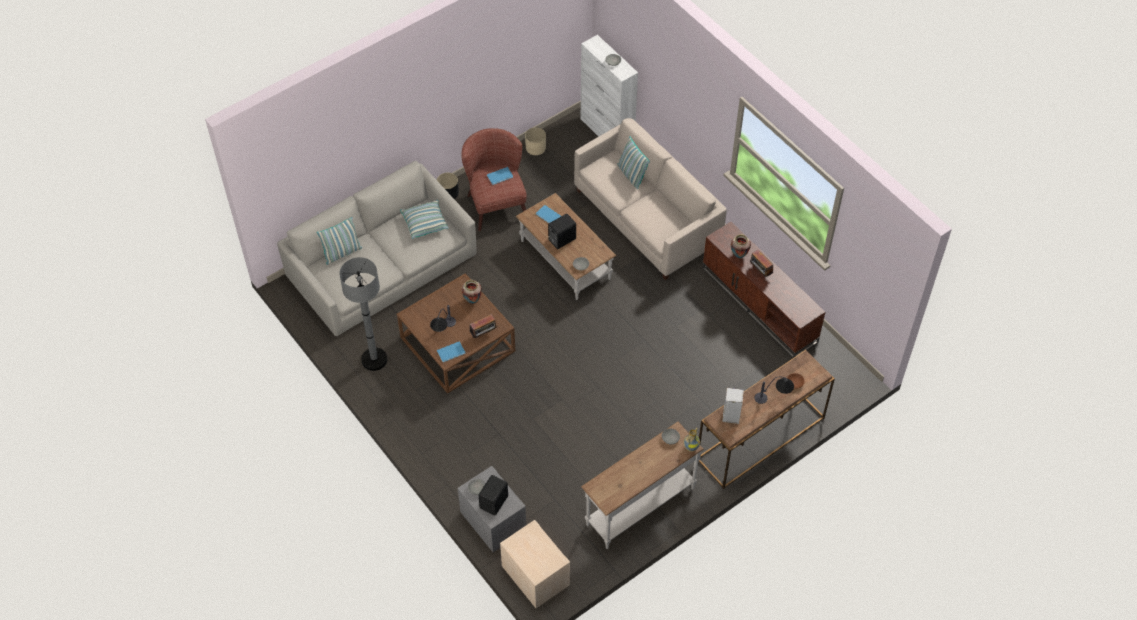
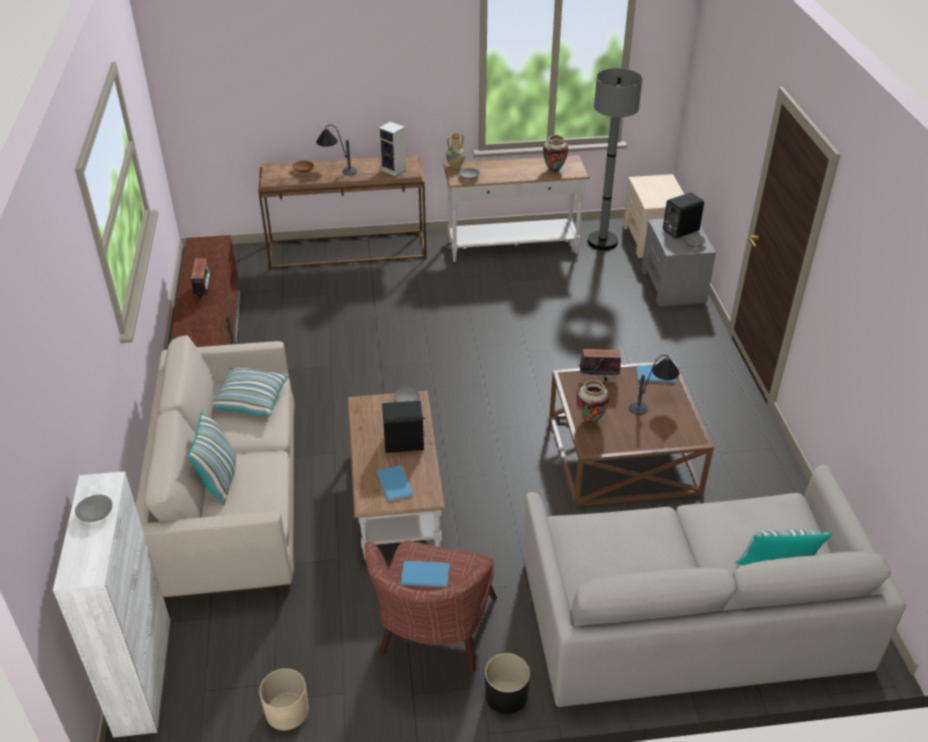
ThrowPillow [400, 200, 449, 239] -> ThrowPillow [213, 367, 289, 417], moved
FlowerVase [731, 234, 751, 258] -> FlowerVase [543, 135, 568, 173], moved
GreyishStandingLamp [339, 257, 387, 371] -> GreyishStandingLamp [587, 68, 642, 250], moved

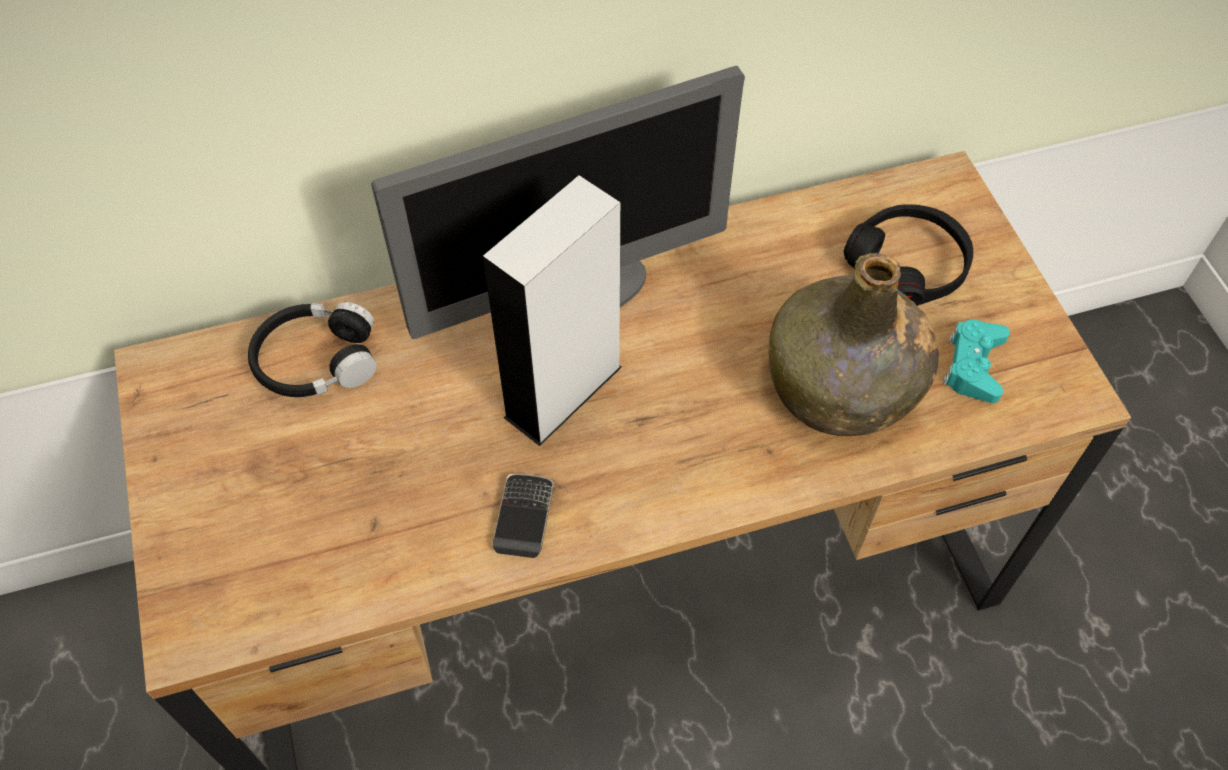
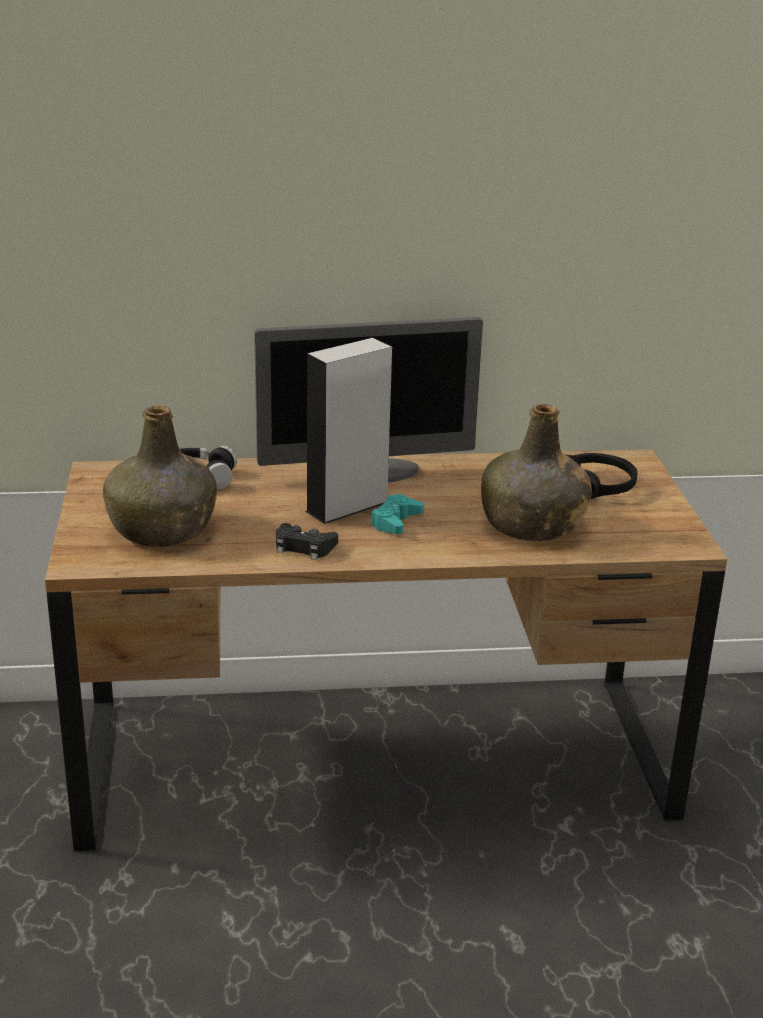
none -> GreenBottle [103, 405, 217, 547]
Phone [493, 473, 554, 558] -> BlackJoypad [276, 523, 338, 560]
TurquoiseColouredJoypad [943, 319, 1010, 403] -> TurquoiseColouredJoypad [370, 494, 424, 534], moved

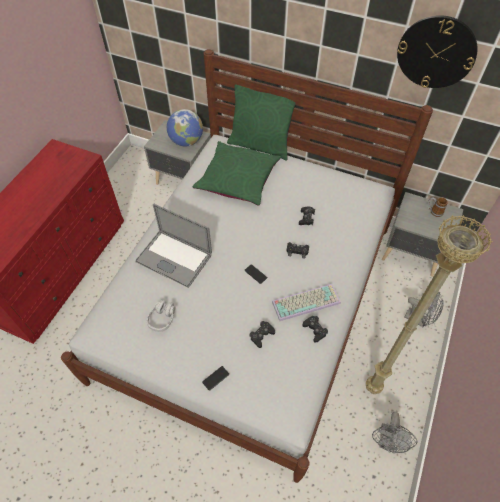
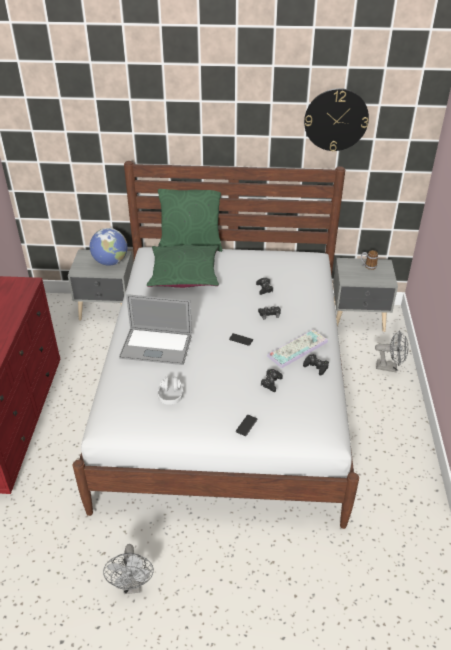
GreyishElectricFan [372, 412, 417, 453] -> GreyishElectricFan [103, 544, 154, 594], moved
SandColouredStandingLamp [366, 215, 493, 394] -> none

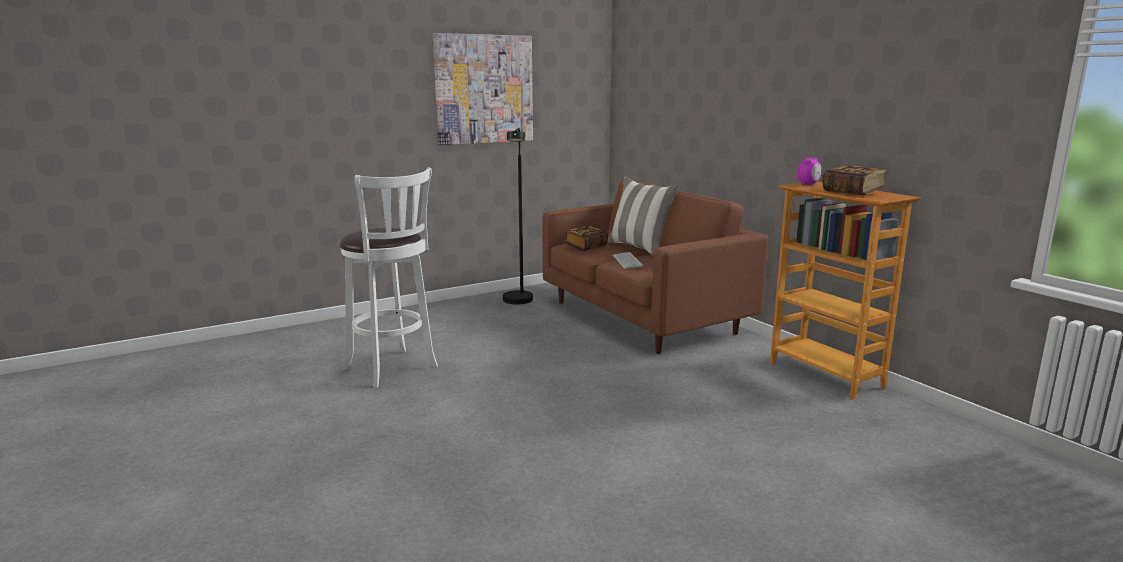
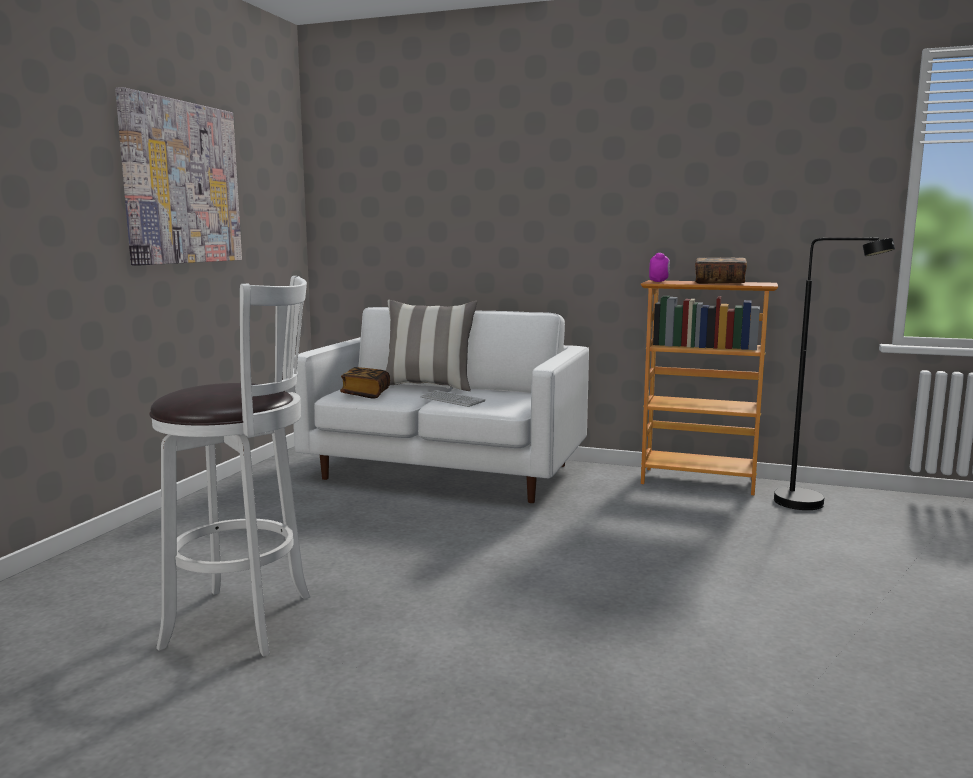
BrownishCouch [542, 181, 768, 354] -> WhitishCouch [293, 307, 589, 503]
BlackStandingLamp [503, 128, 533, 305] -> BlackStandingLamp [774, 238, 895, 510], moved

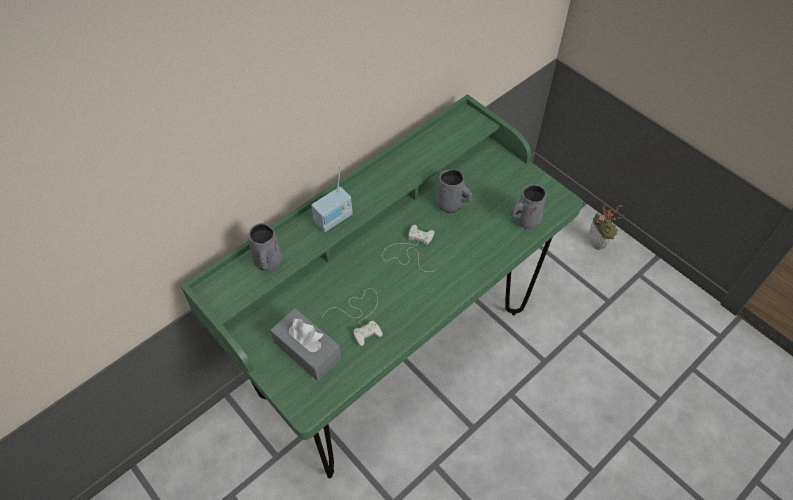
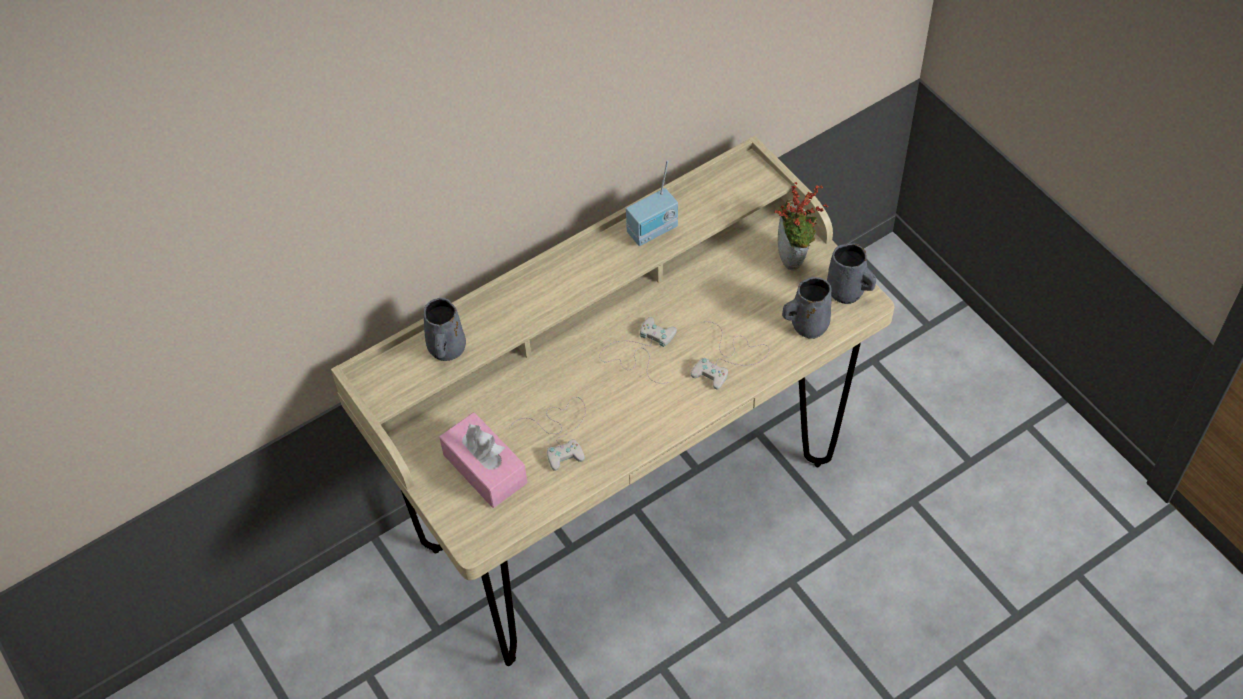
GreenDeskTable [180, 94, 583, 479] -> SandColouredDeskTable [331, 136, 894, 666]
GreyishTissueBox [270, 308, 342, 381] -> PinkTissueBox [439, 412, 527, 508]
RadioSet [311, 165, 353, 232] -> RadioSet [626, 160, 678, 246], moved
none -> WhitishJoypad [691, 321, 769, 389]
PlantInAPot [589, 204, 624, 250] -> PlantInAPot [774, 182, 828, 271], moved
GreyishMug [436, 169, 472, 213] -> GreyishMug [827, 243, 876, 304], moved

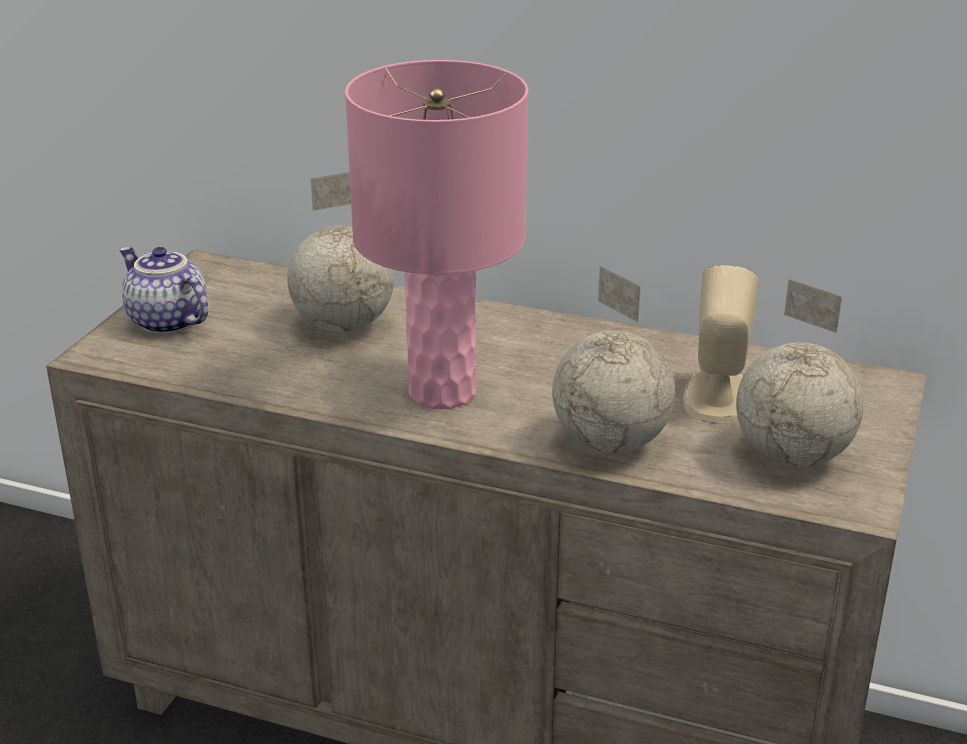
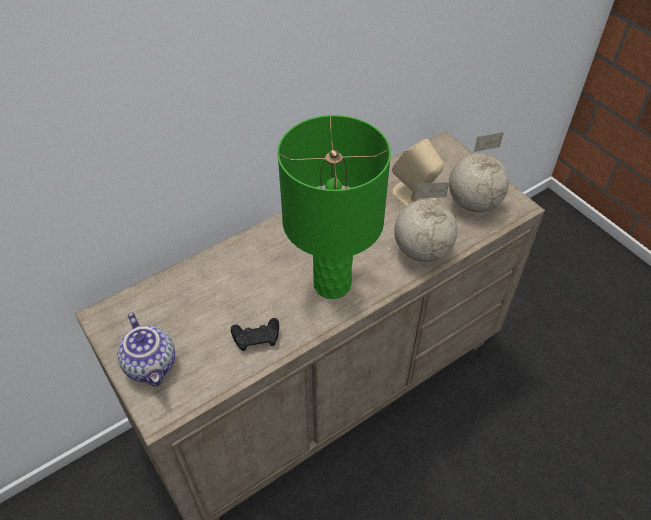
TeaPot [119, 246, 208, 334] -> TeaPot [117, 312, 175, 387], 105 degrees counterclockwise
none -> BlackJoypad [231, 318, 279, 351]
PinkTableLamp [345, 60, 528, 409] -> GreenTableLamp [277, 115, 391, 299]
WorldGlobe [287, 172, 394, 332] -> none

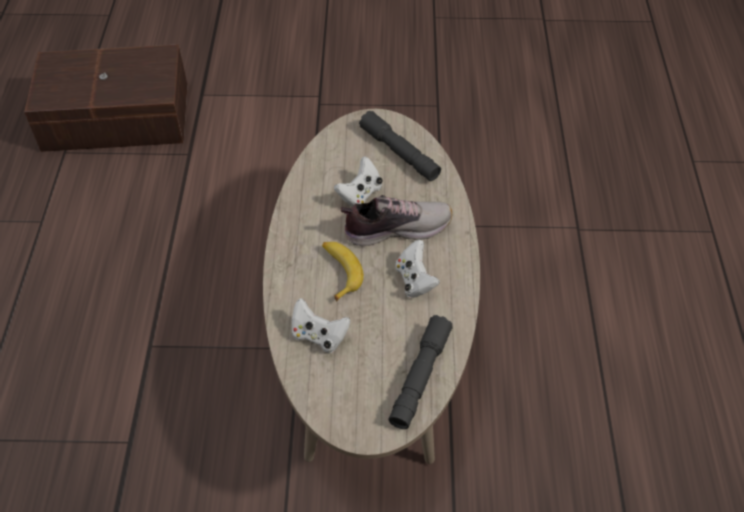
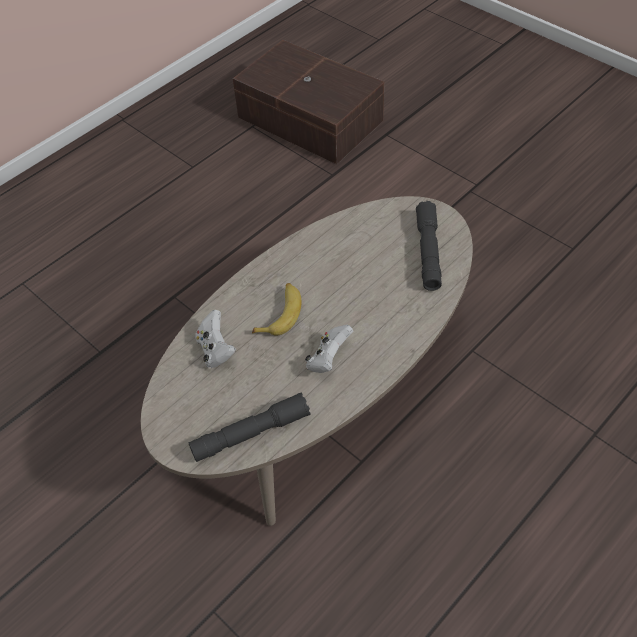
WhitishJoypad [334, 156, 383, 207] -> none
LowShoe [341, 195, 452, 246] -> none

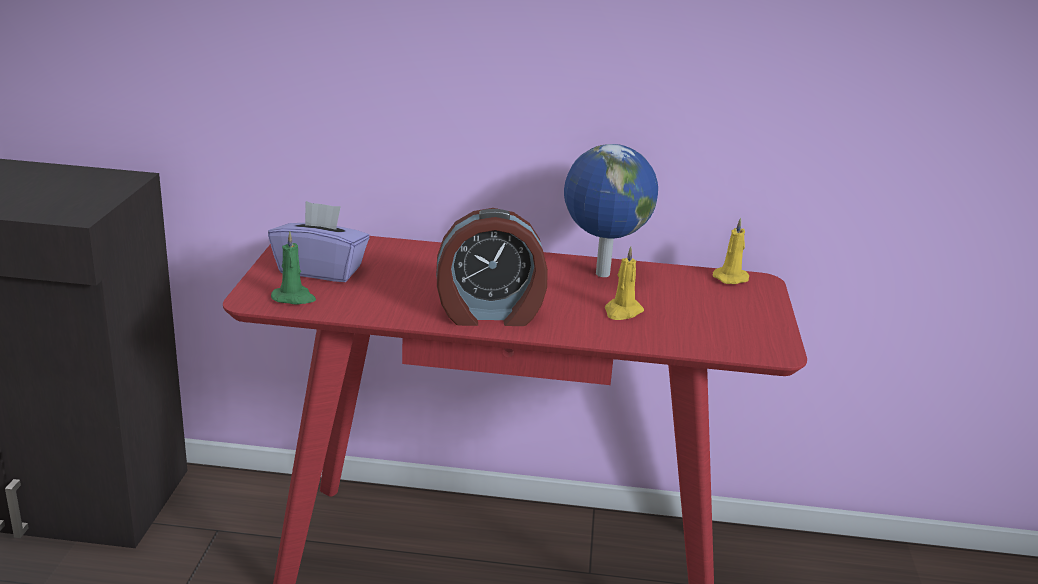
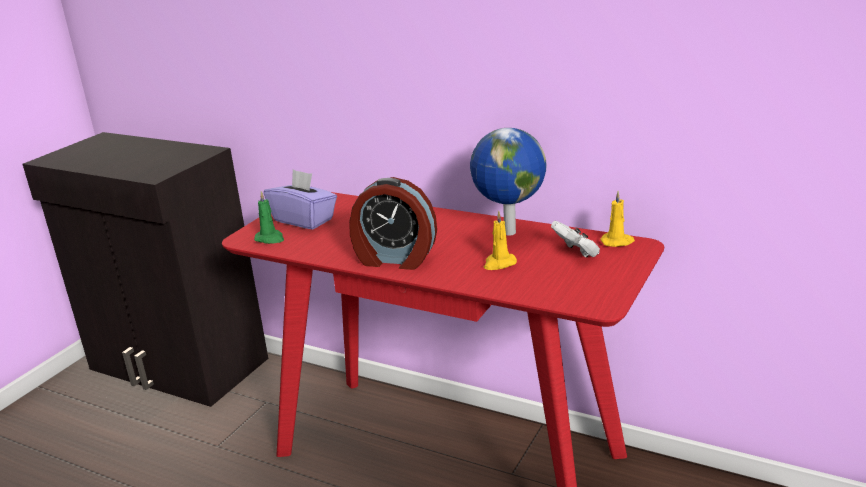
none -> WhitishJoypad [551, 221, 600, 258]

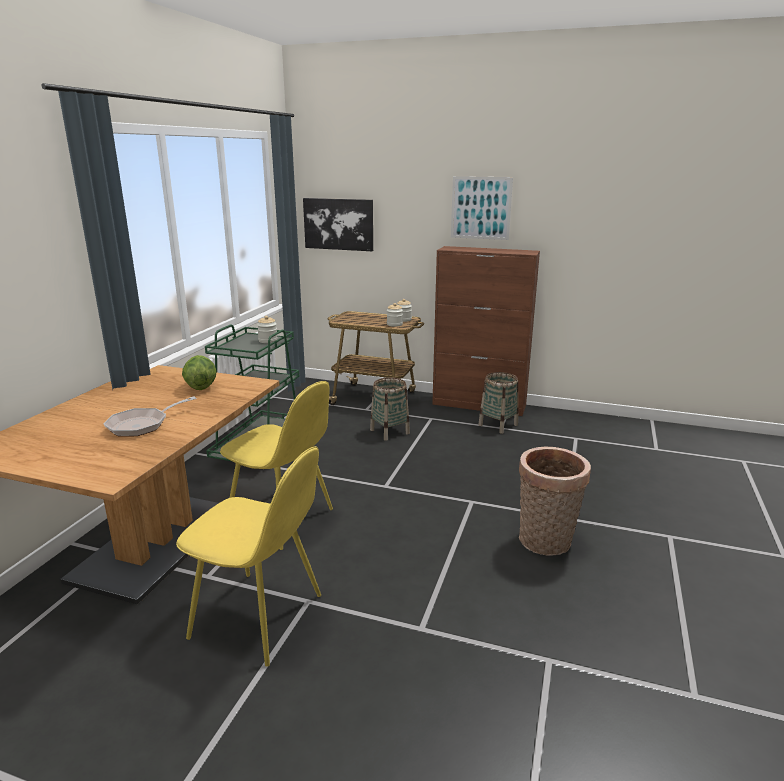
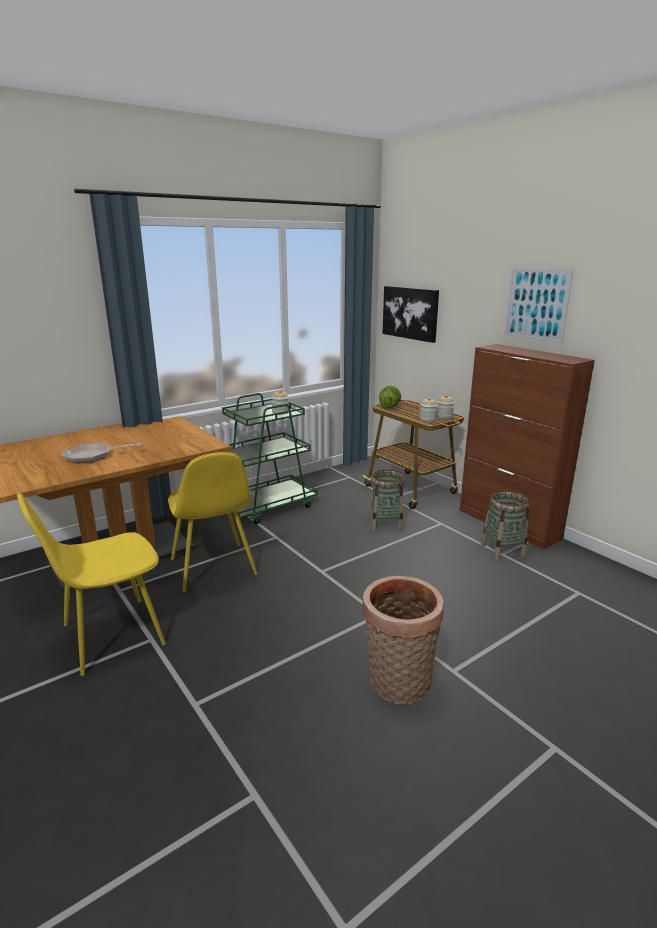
YellowColouredChair [176, 446, 321, 667] -> YellowColouredChair [17, 493, 166, 676], 90 degrees clockwise
HeadOfLettuce [182, 355, 217, 390] -> HeadOfLettuce [379, 386, 401, 408], moved

